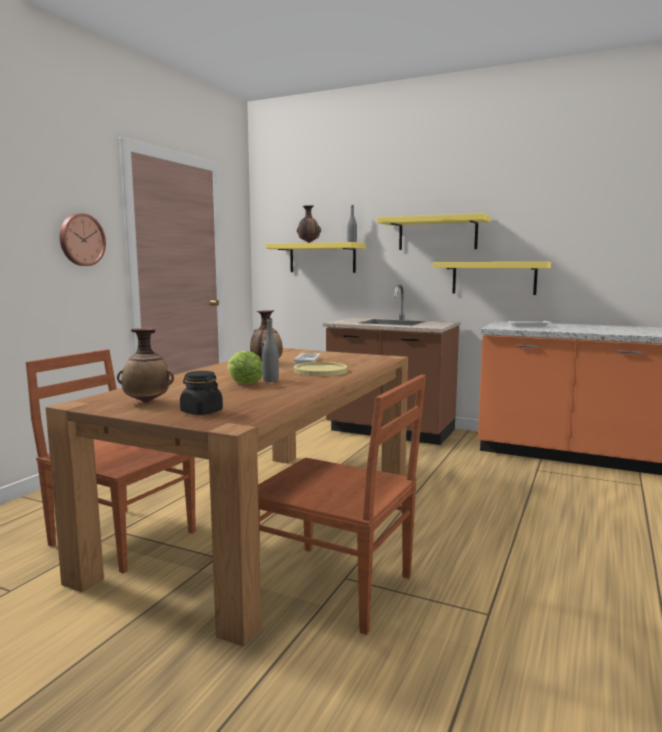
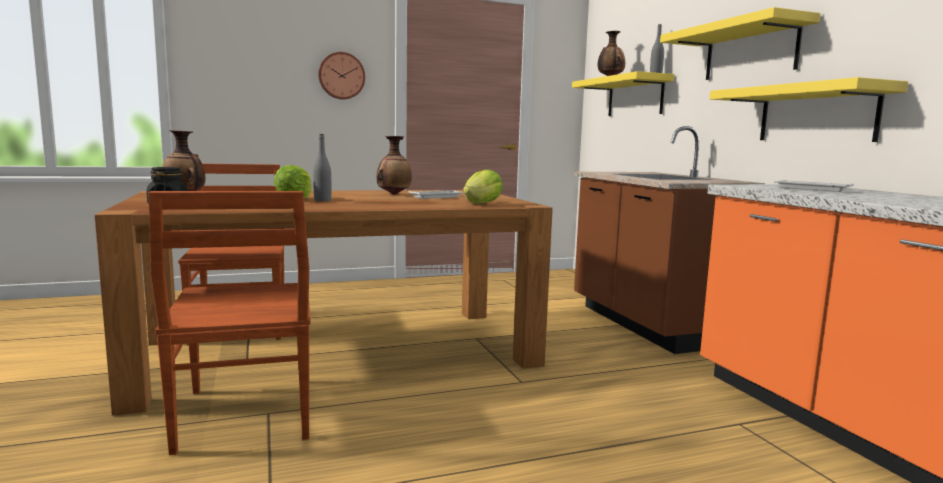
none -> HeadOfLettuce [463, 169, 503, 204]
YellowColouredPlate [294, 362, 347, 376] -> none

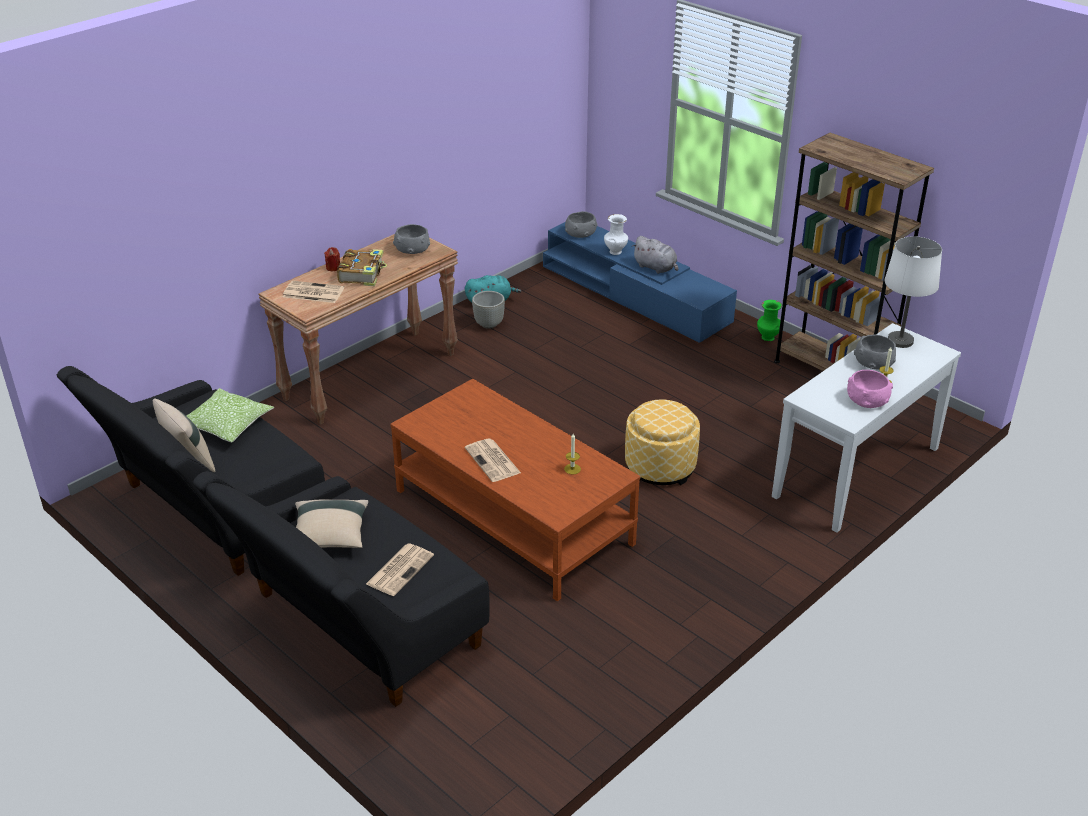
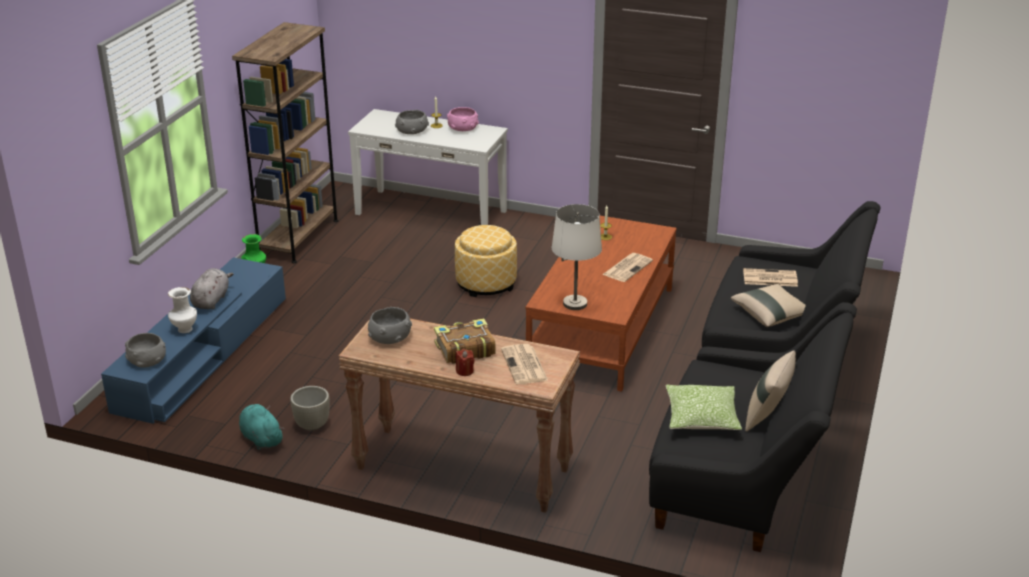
WhitishTableLamp [885, 236, 942, 348] -> WhitishTableLamp [552, 204, 602, 310], moved

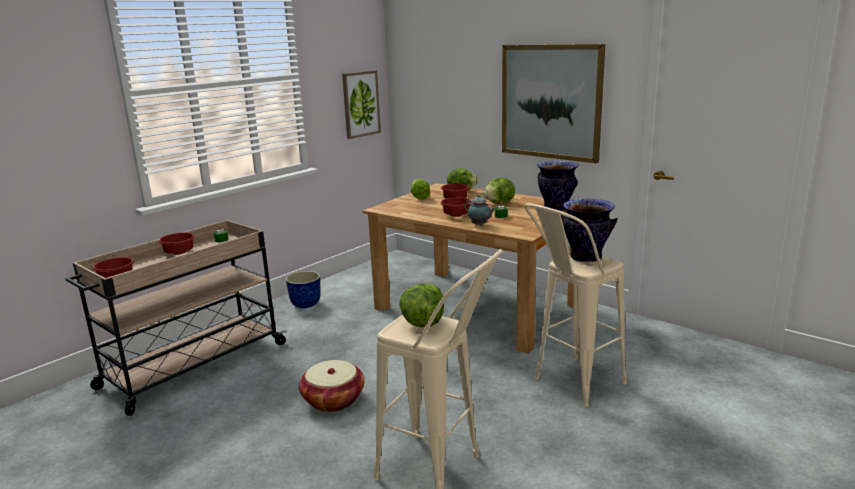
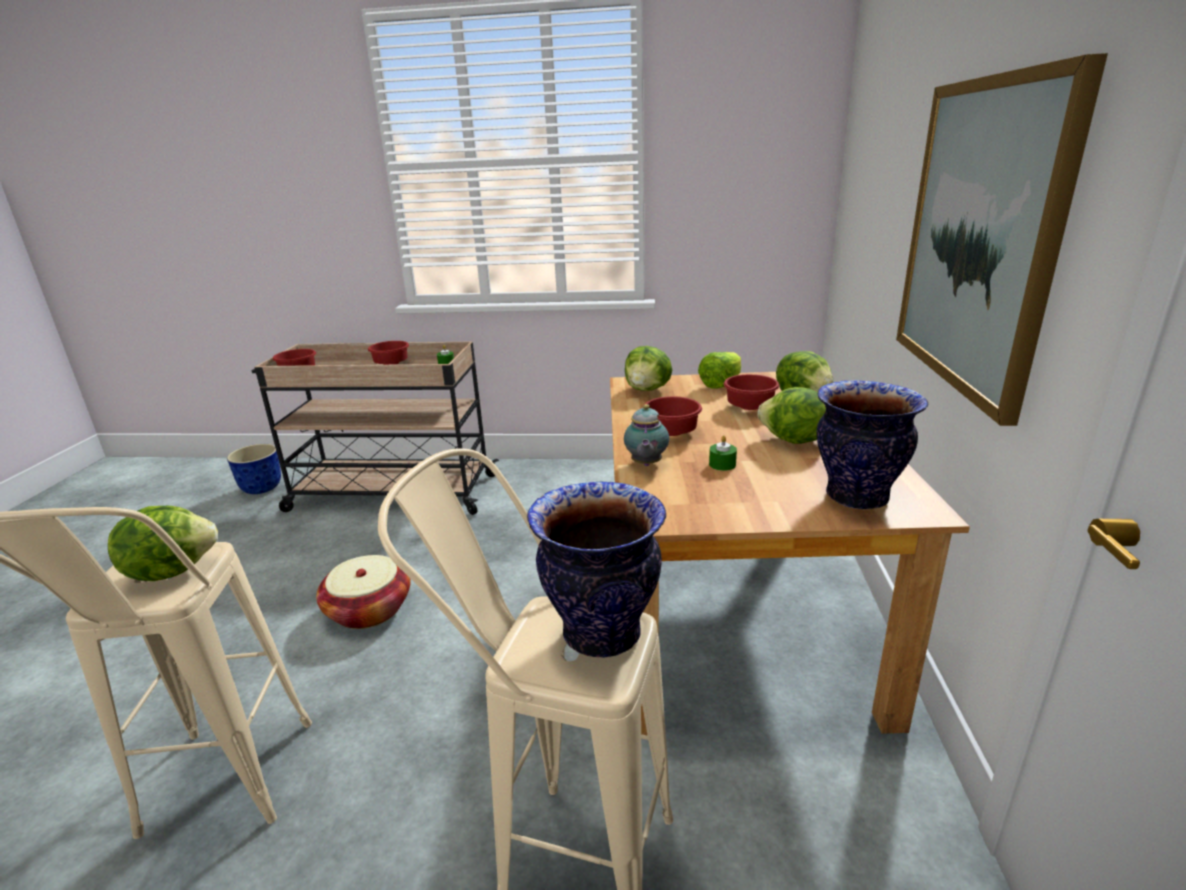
PlantPot [286, 271, 321, 308] -> PlantPot [227, 444, 281, 494], moved
none -> HeadOfLettuce [625, 346, 672, 391]
WallPicture [342, 70, 381, 139] -> none

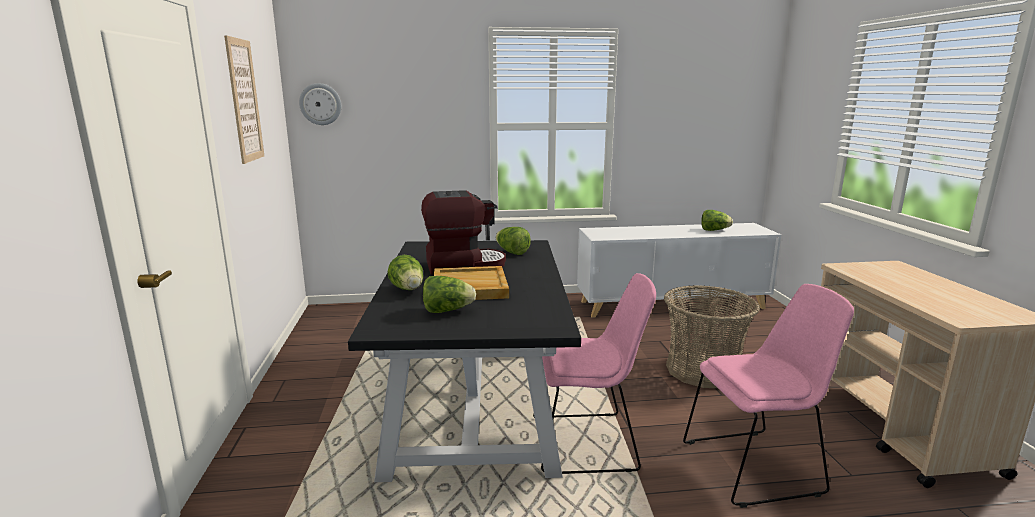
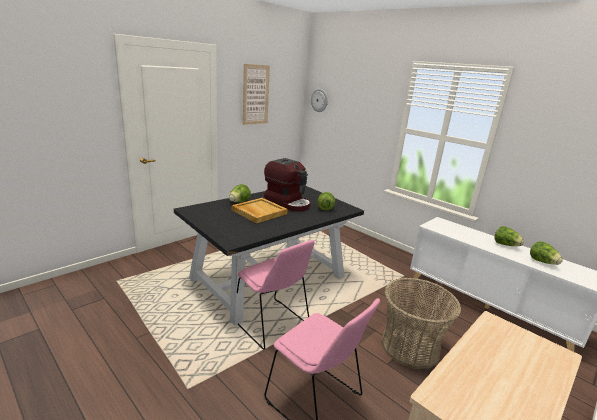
HeadOfLettuce [423, 276, 476, 313] -> HeadOfLettuce [494, 226, 524, 246], moved

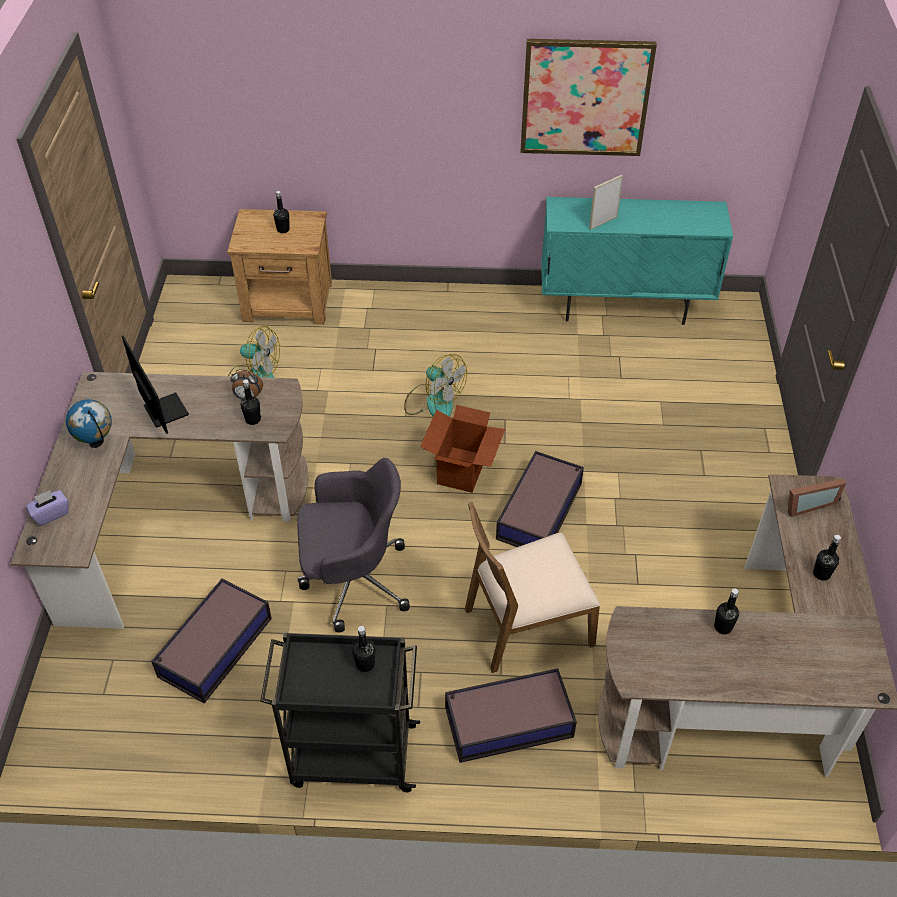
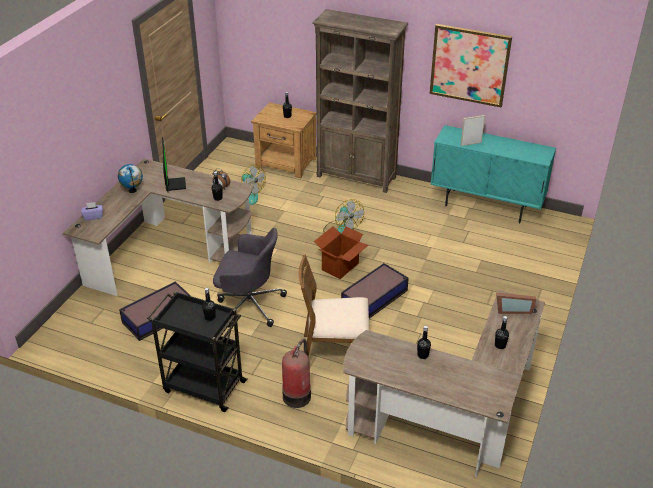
StorageBox [445, 668, 577, 763] -> FireFightingCylinder [282, 338, 311, 408]
none -> BrownishBookshelf [312, 9, 408, 193]

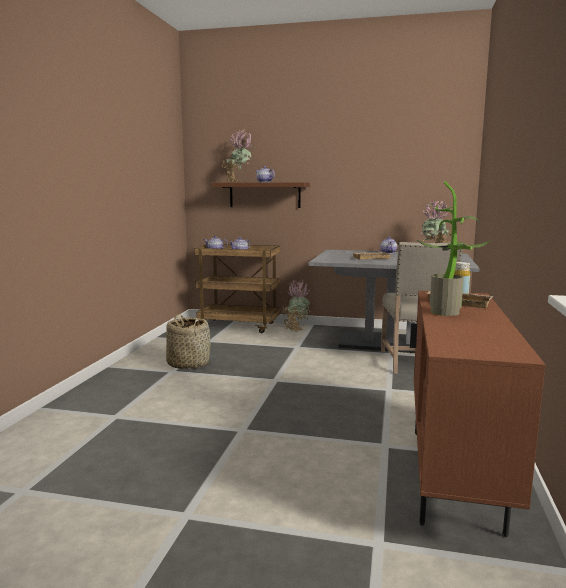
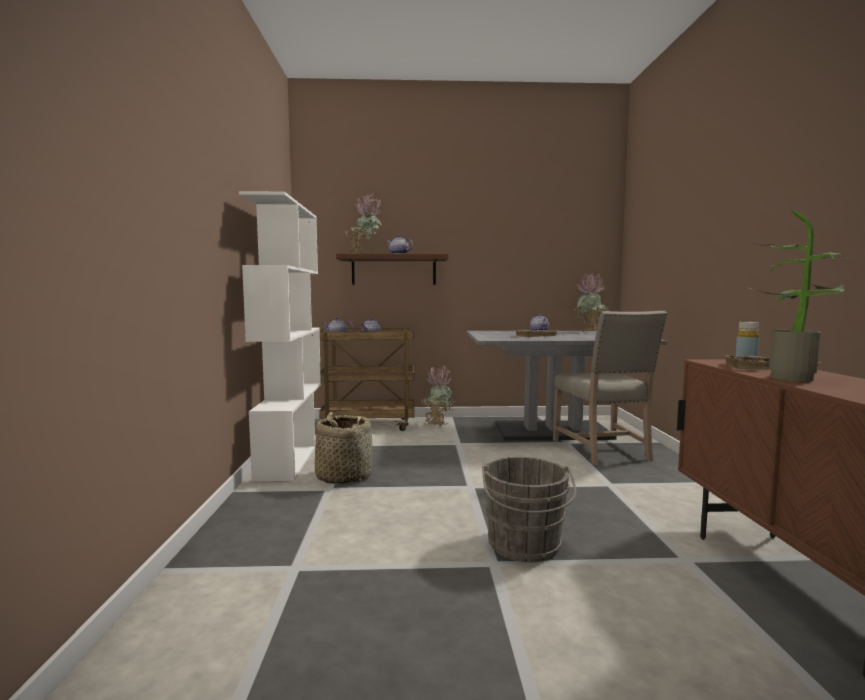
none -> WhitishBookshelf [239, 191, 321, 481]
none -> GreyishPail [482, 457, 577, 562]

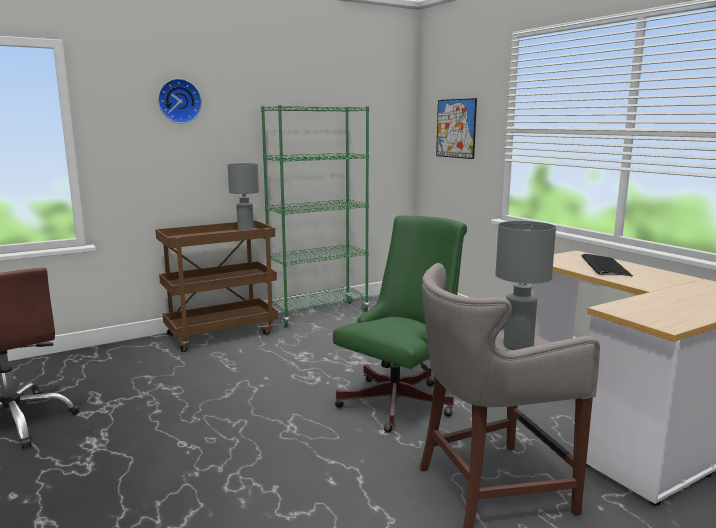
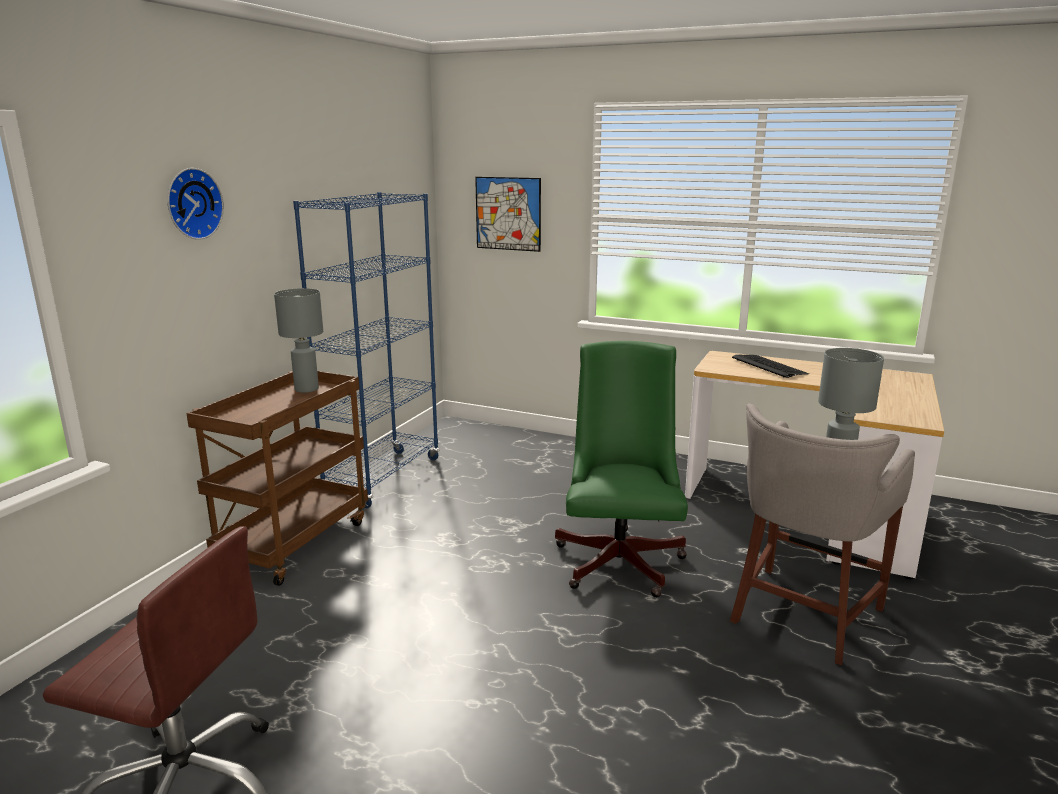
GreenBookshelf [261, 105, 369, 328] -> BlueBookshelf [293, 192, 440, 508]

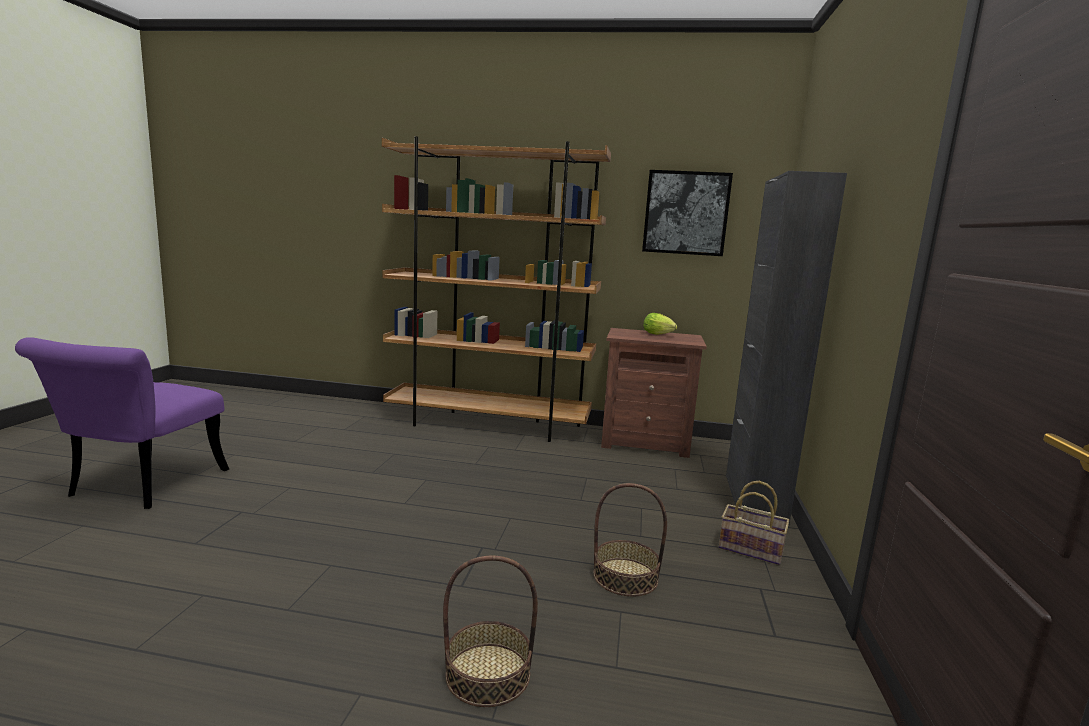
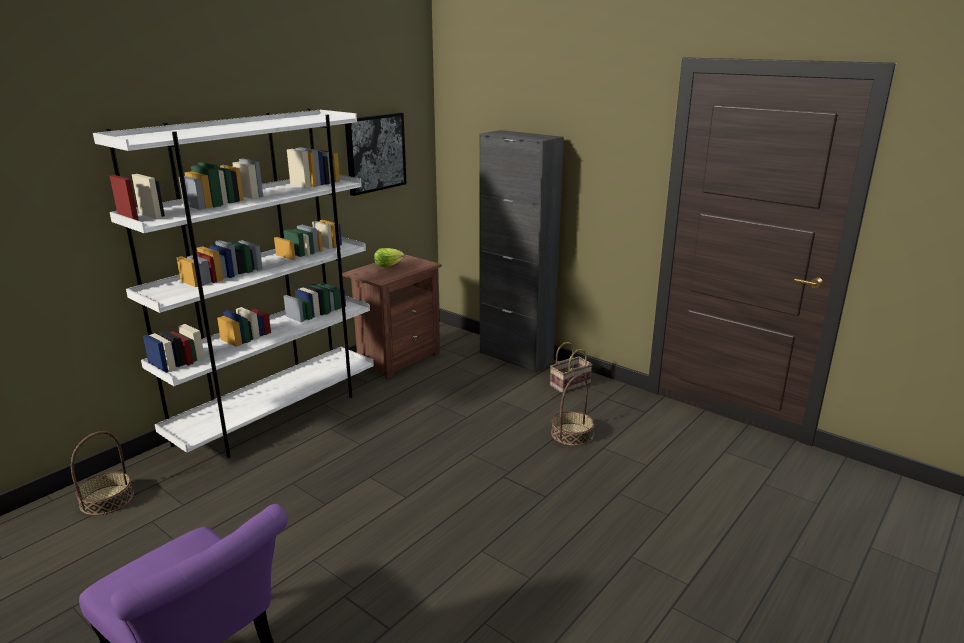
Basket [443, 556, 538, 707] -> Basket [71, 431, 134, 515], moved
BrownishBookshelf [382, 136, 611, 442] -> WhitishBookshelf [93, 108, 374, 458]

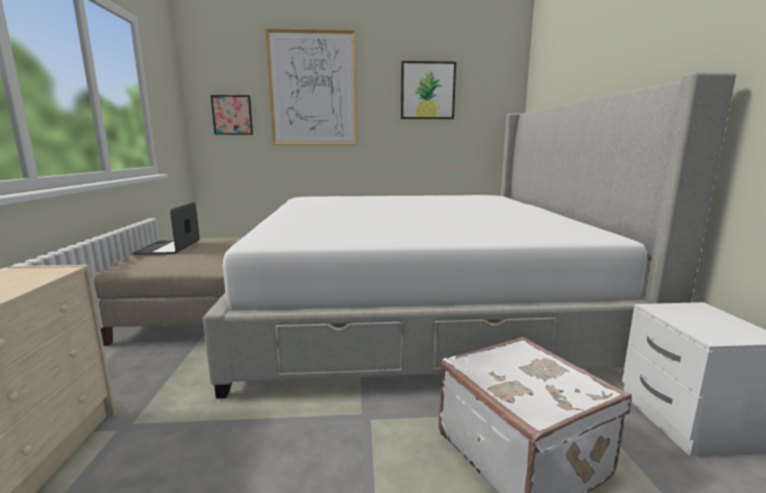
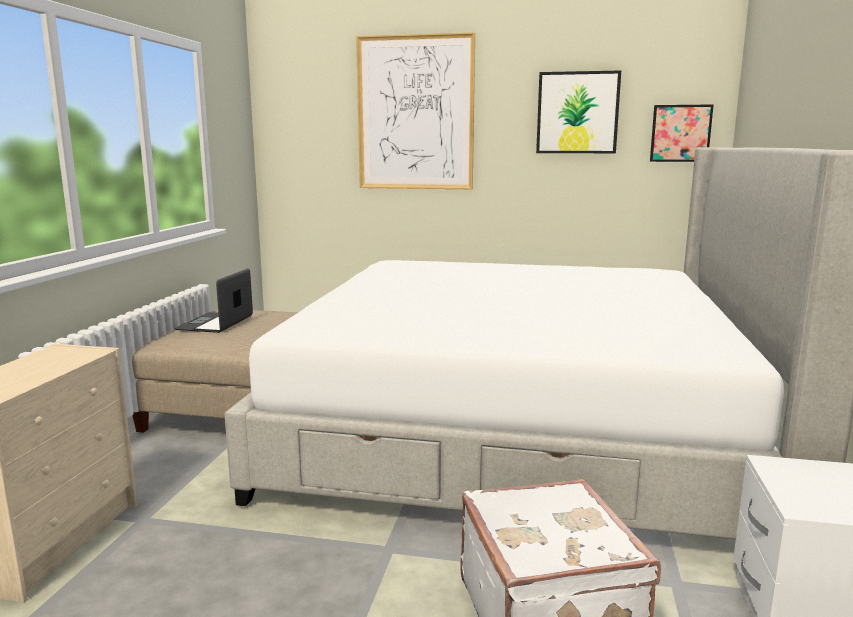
WallPicture [211, 95, 253, 135] -> WallPicture [650, 104, 714, 162], moved

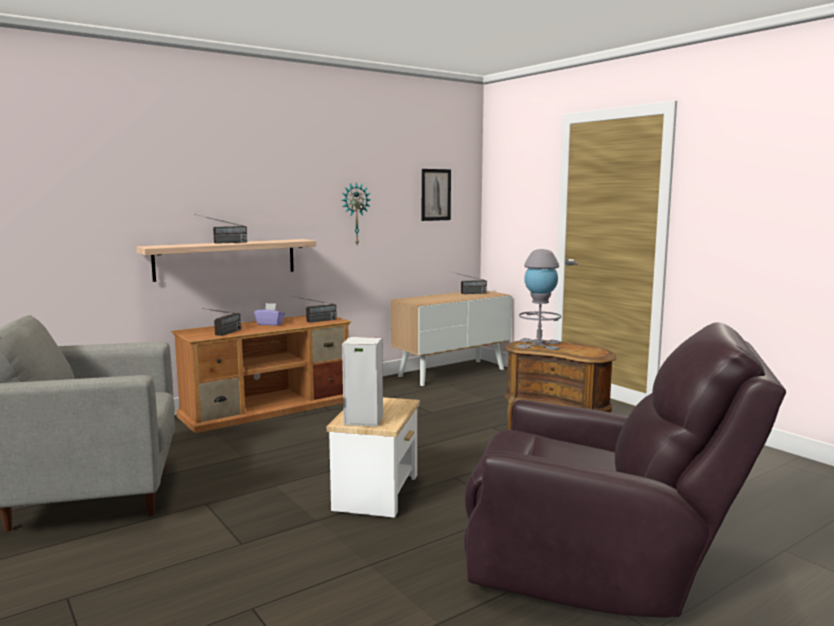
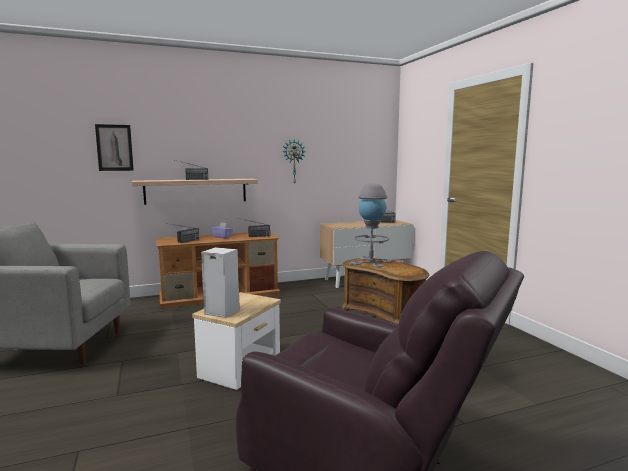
WallPicture [422, 169, 451, 221] -> WallPicture [95, 124, 134, 171], moved

